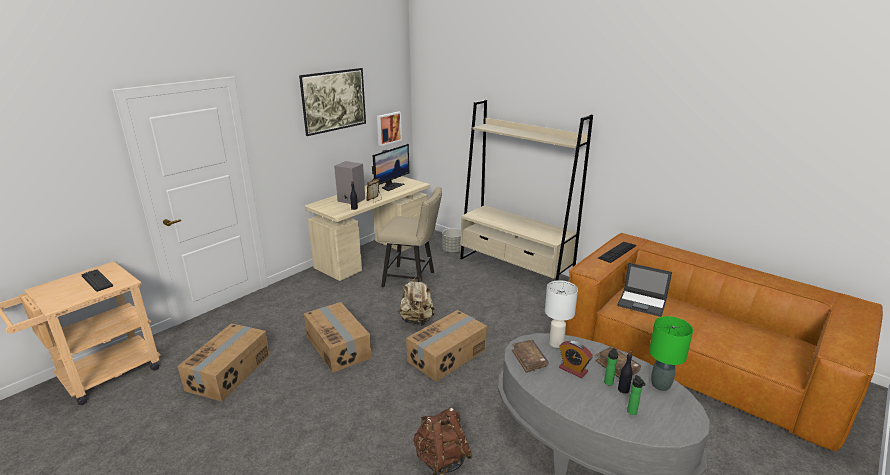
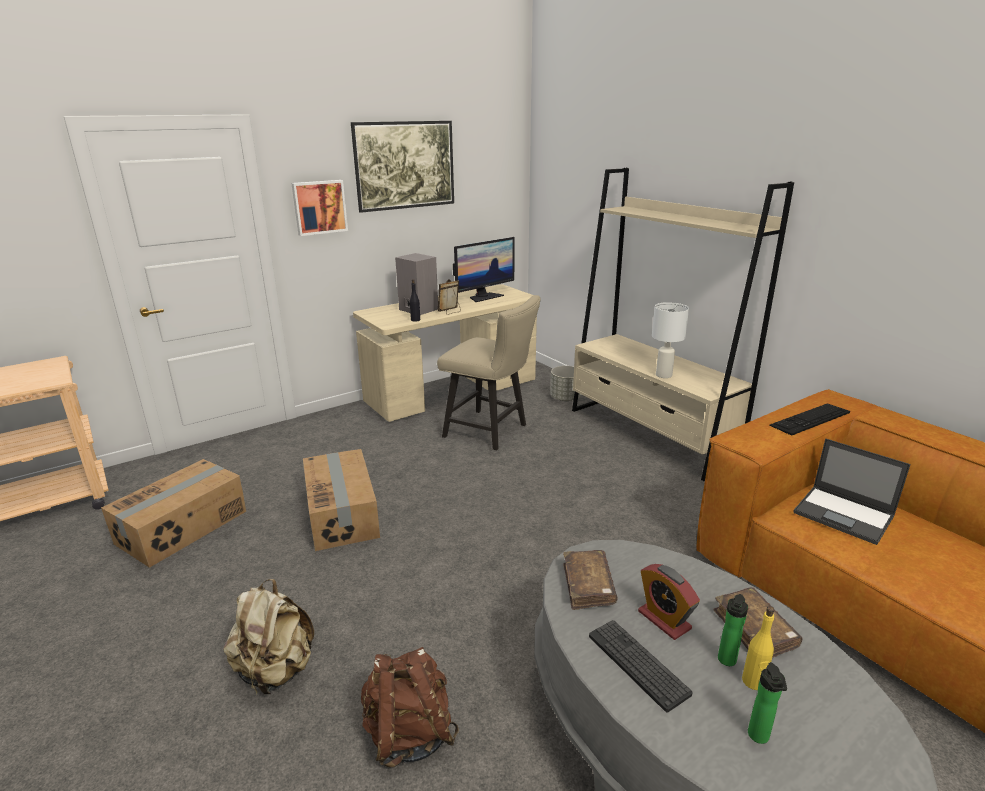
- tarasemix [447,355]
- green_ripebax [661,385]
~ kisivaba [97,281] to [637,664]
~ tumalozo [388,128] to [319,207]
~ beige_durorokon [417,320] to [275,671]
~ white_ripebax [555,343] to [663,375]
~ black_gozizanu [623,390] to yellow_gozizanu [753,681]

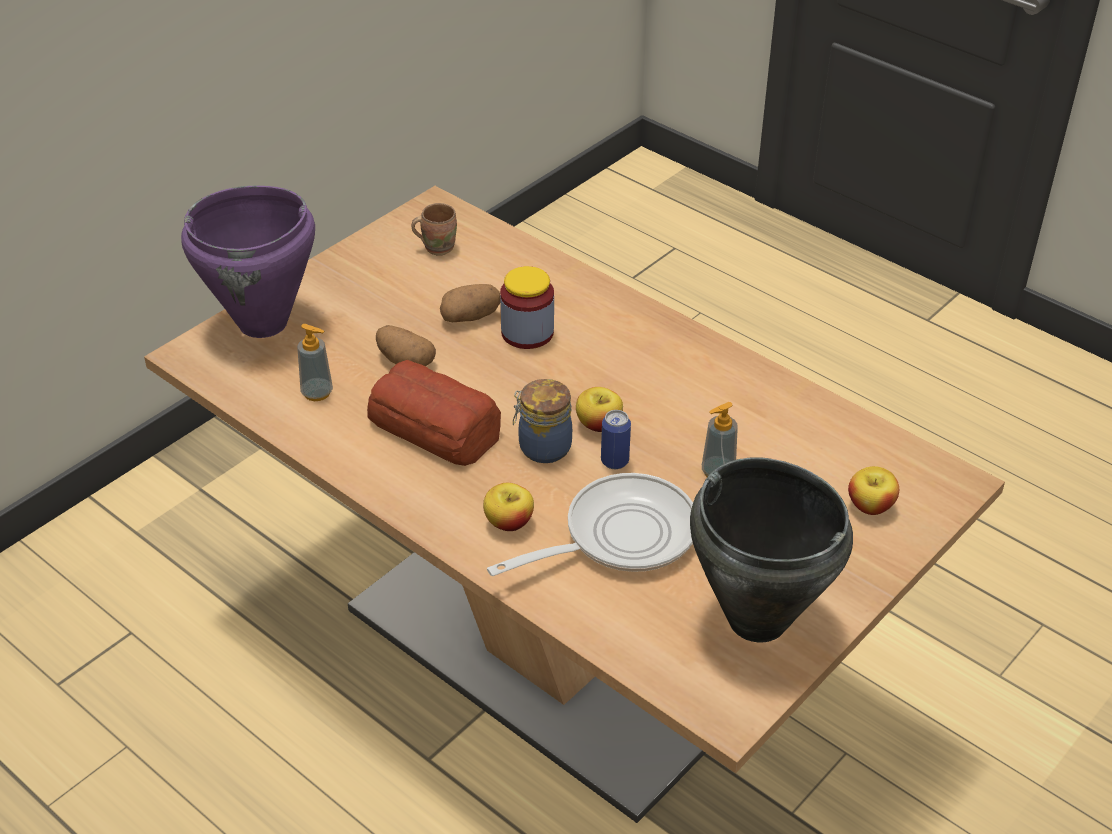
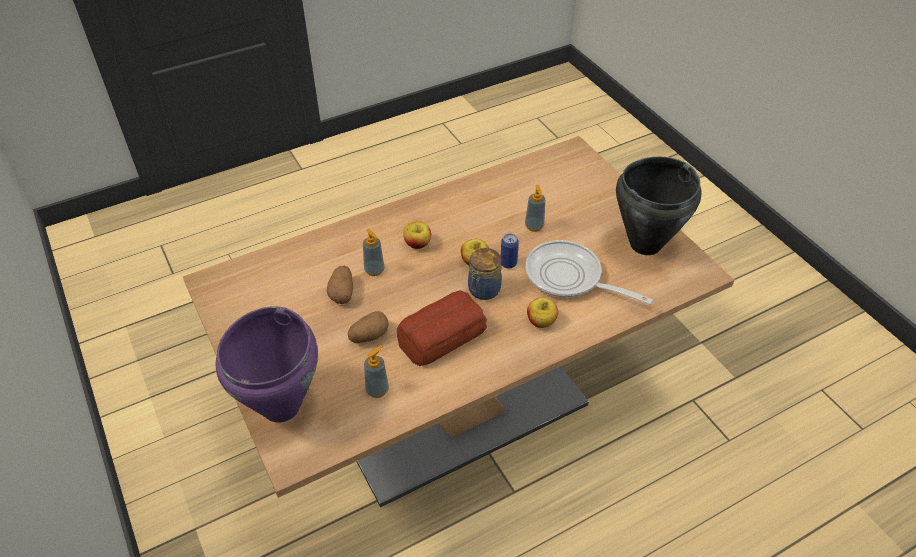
- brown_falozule [437,246]
~ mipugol [870,506] to [417,244]
~ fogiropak [527,333] to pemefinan [374,270]
~ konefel [619,536] = [569,278] 45 degrees counterclockwise

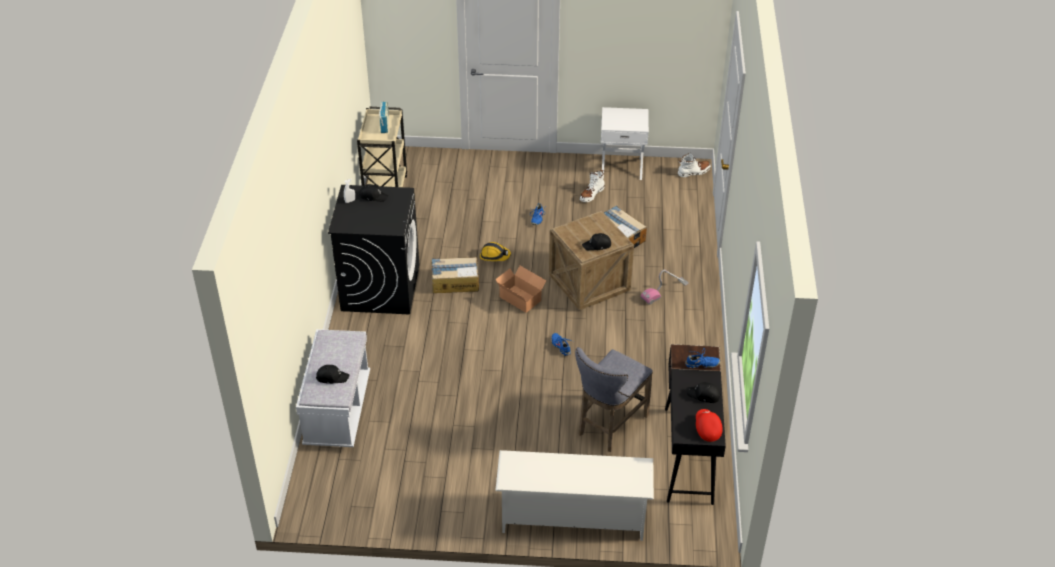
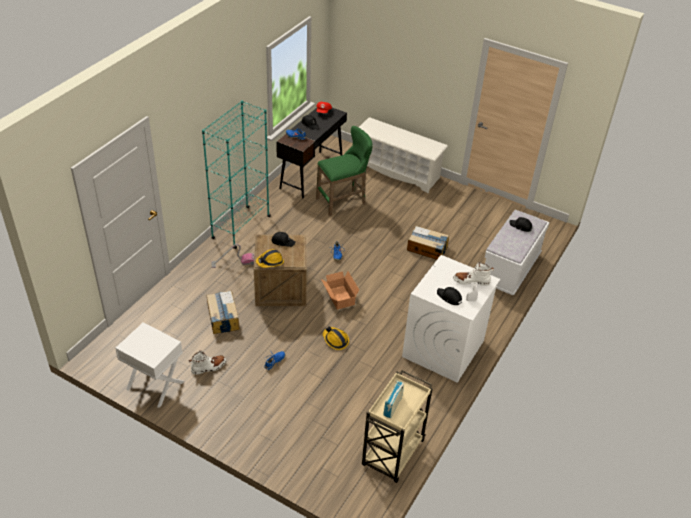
+ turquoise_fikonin [241,227]
+ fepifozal [270,262]
~ tarasemix [454,282] to [427,248]
~ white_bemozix [694,172] to [471,281]
~ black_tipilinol [380,287] to white_tipilinol [443,349]
~ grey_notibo [609,426] to green_notibo [344,201]

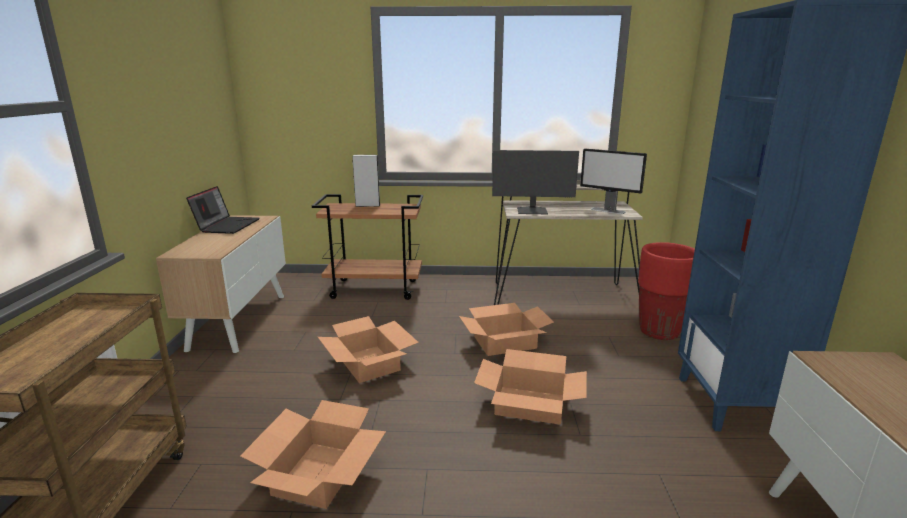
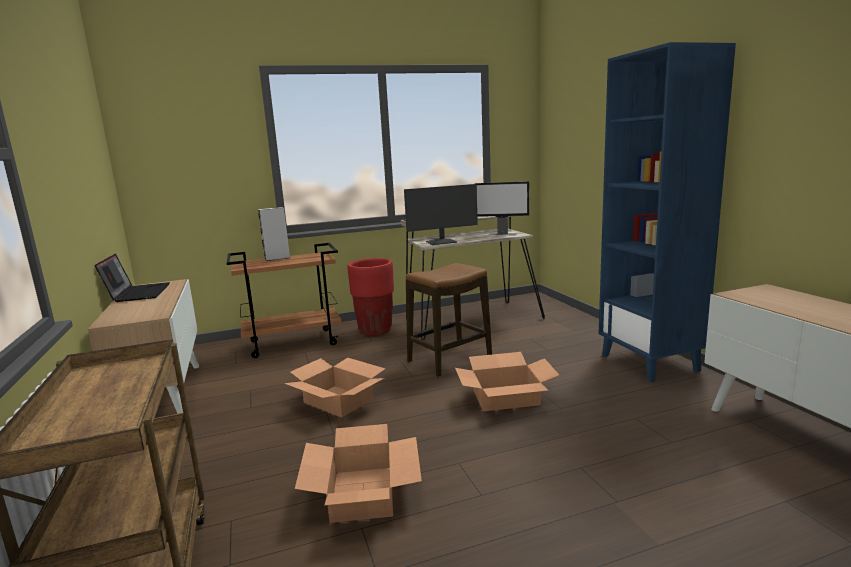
~ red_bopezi [659,331] to [375,331]
~ tarasemix [504,342] to notibo [449,359]

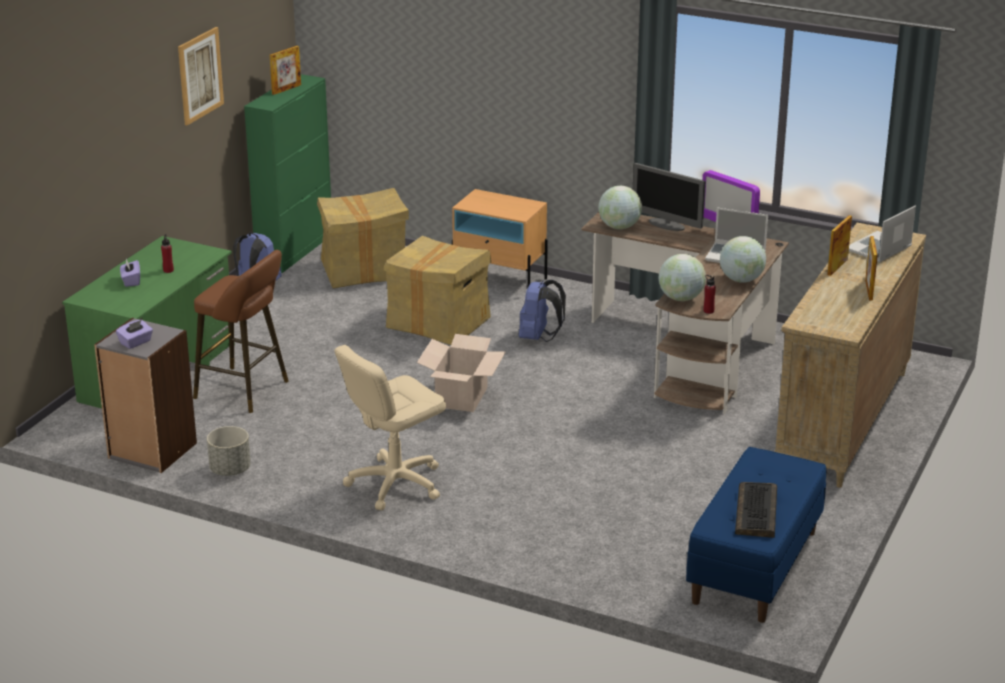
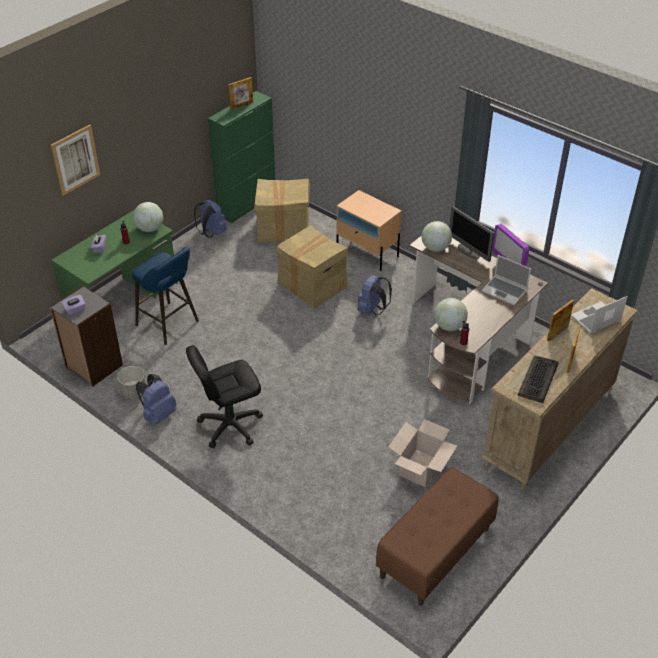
+ blue_durorokon [158,414]
~ tumalozo [200,75] to [75,159]
~ tarasemix [461,397] to [420,468]
~ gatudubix [741,280] to [149,228]
~ kisivaba [757,512] to [538,380]
~ brown_notibo [246,391] to blue_notibo [170,324]
~ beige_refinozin [395,483] to black_refinozin [230,425]
~ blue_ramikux [755,567] to brown_ramikux [435,553]

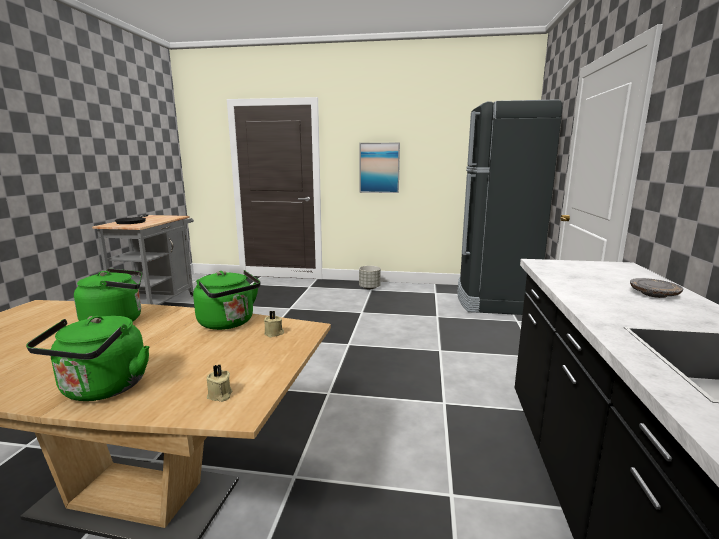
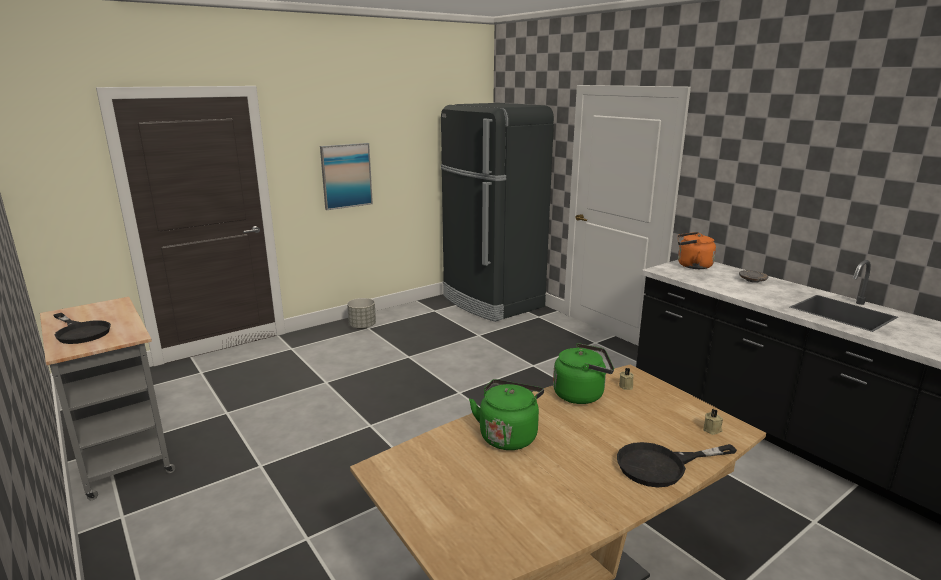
+ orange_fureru [692,266]
~ green_fureru [102,389] to black_konefel [662,465]

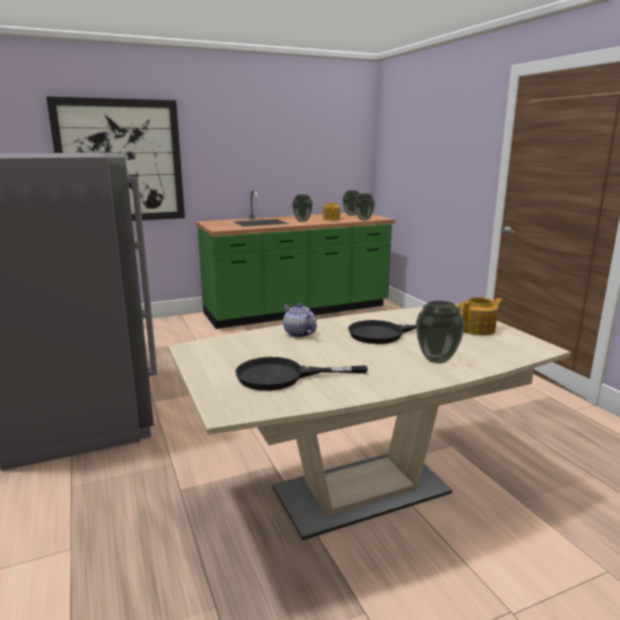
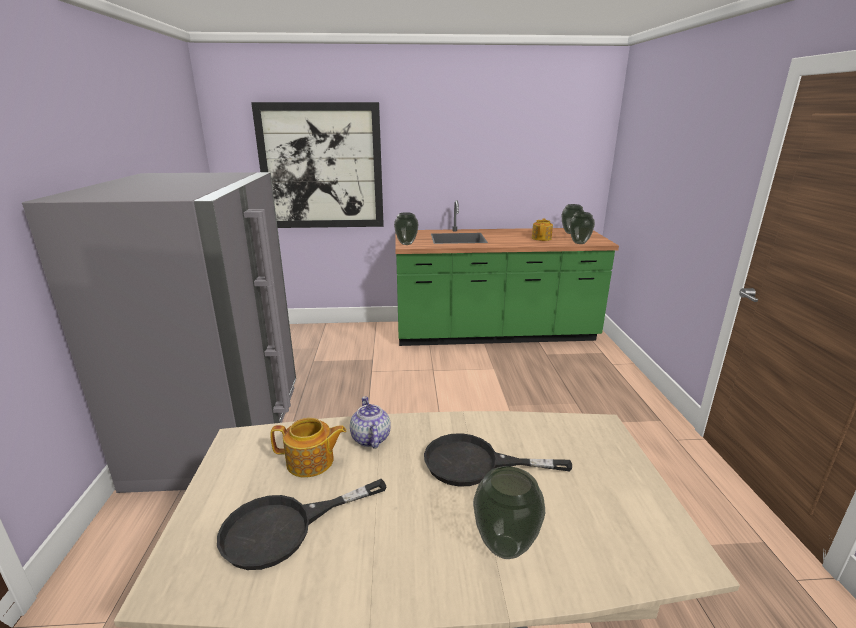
~ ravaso [302,221] to [406,243]
~ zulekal [478,329] to [311,462]
~ black_konefel [283,376] = [284,528] 45 degrees counterclockwise

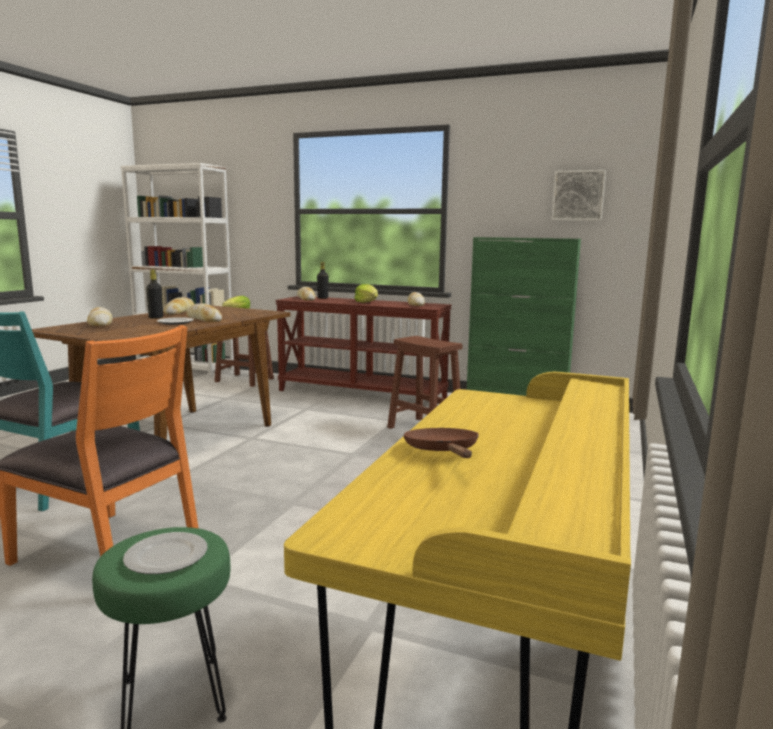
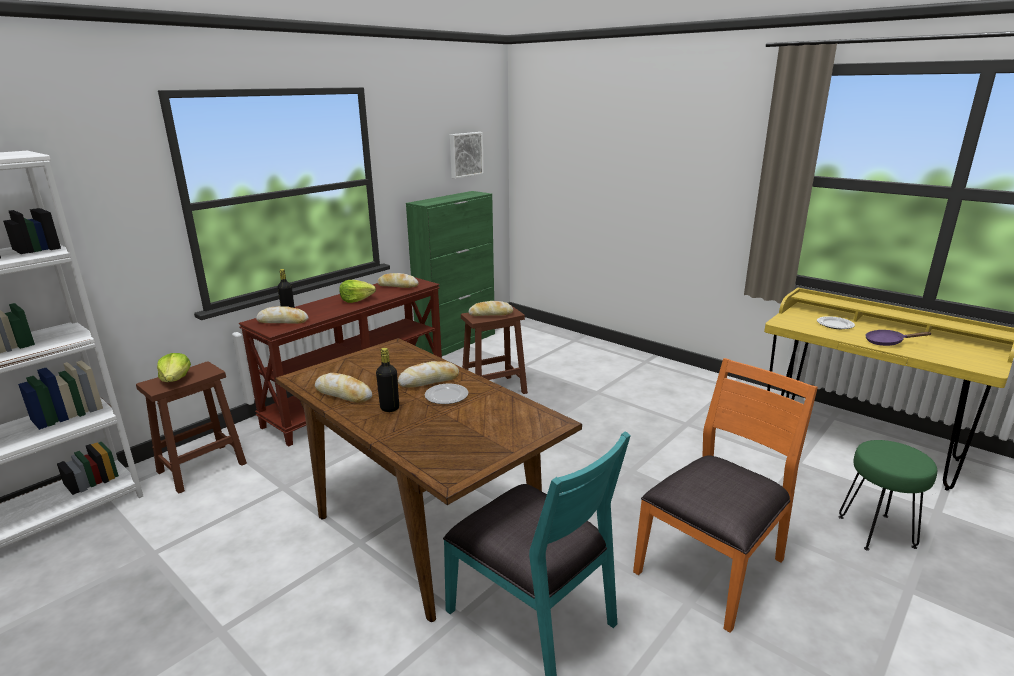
~ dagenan [101,324] to [490,314]
~ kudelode [165,557] to [835,325]
~ brown_konefel [443,452] to purple_konefel [887,342]

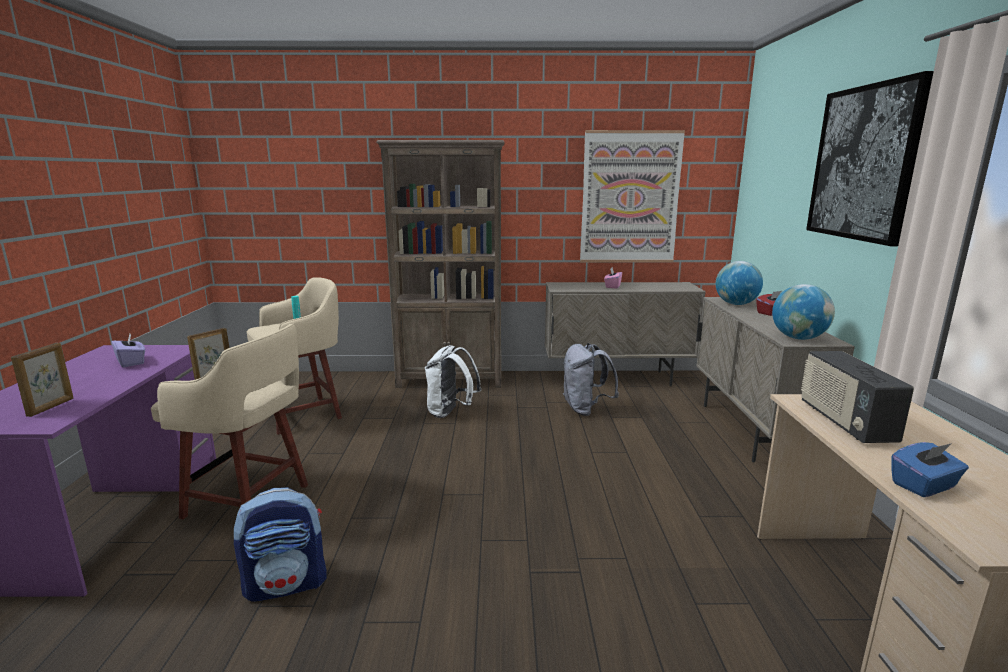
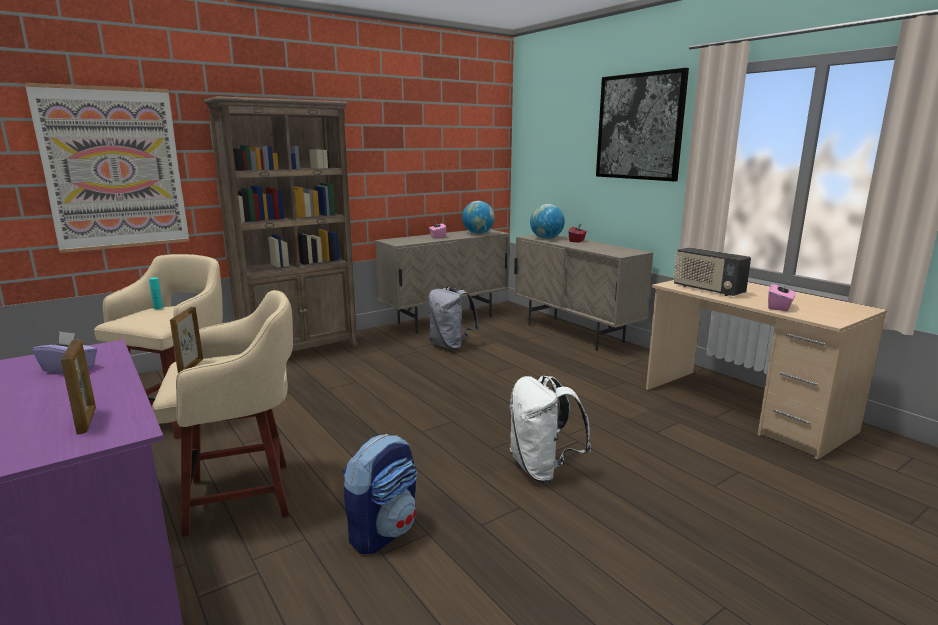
~ white_durorokon [451,412] to [543,469]
~ tumalozo [630,198] to [114,169]
~ gatudubix [798,338] to [478,233]
~ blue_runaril [924,486] to pink_runaril [779,307]

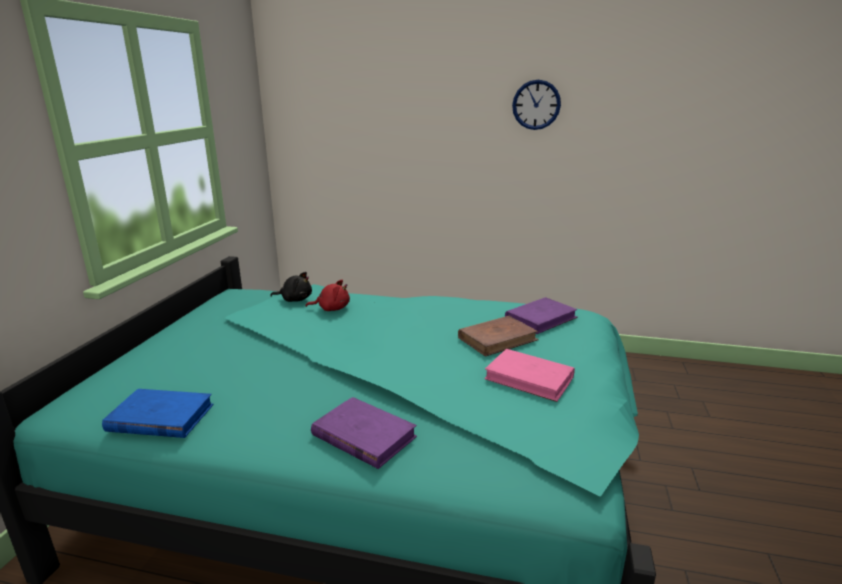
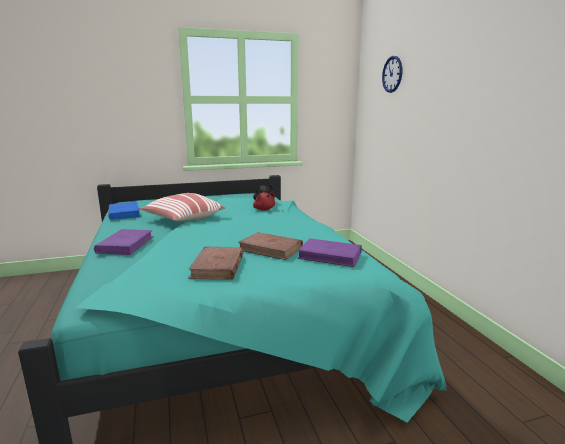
+ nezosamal [183,219]
~ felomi [536,105] to [392,74]
~ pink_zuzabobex [529,378] to brown_zuzabobex [218,266]

